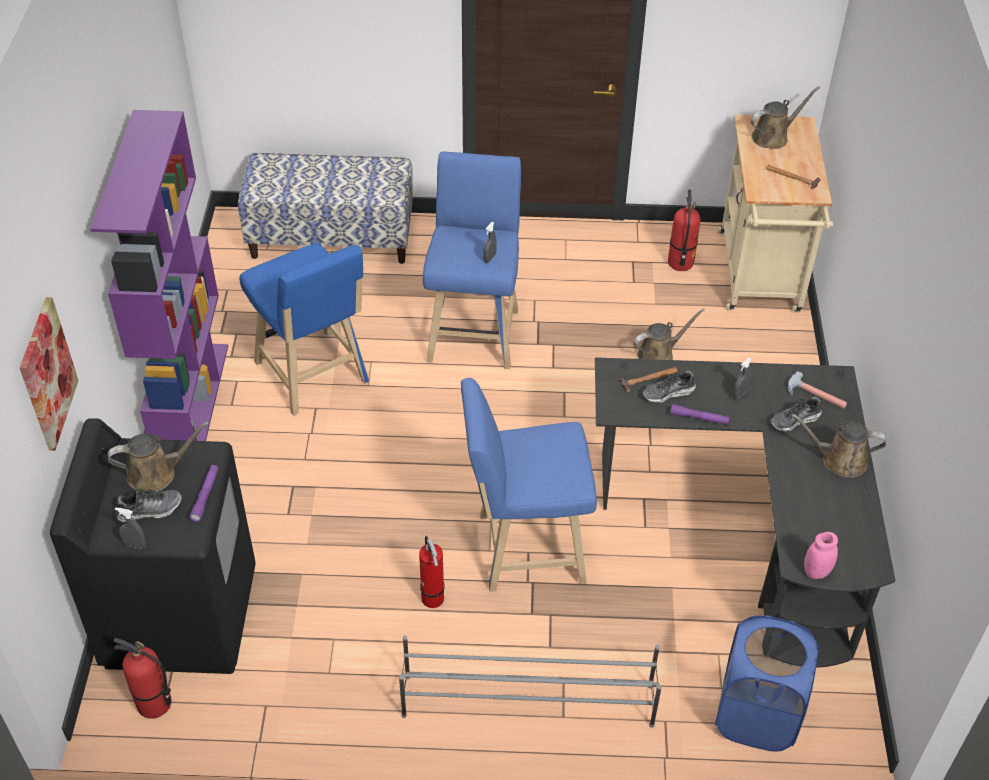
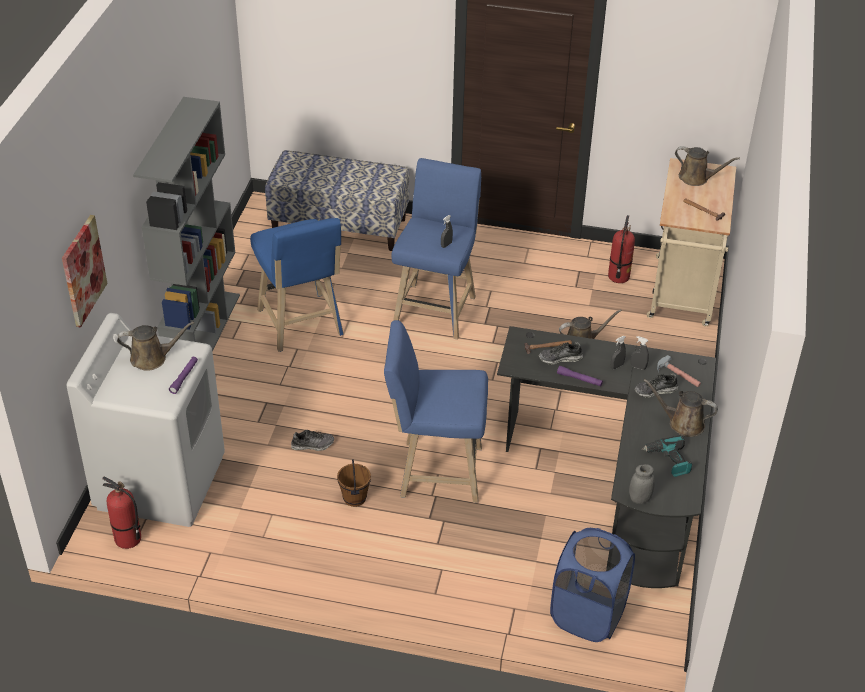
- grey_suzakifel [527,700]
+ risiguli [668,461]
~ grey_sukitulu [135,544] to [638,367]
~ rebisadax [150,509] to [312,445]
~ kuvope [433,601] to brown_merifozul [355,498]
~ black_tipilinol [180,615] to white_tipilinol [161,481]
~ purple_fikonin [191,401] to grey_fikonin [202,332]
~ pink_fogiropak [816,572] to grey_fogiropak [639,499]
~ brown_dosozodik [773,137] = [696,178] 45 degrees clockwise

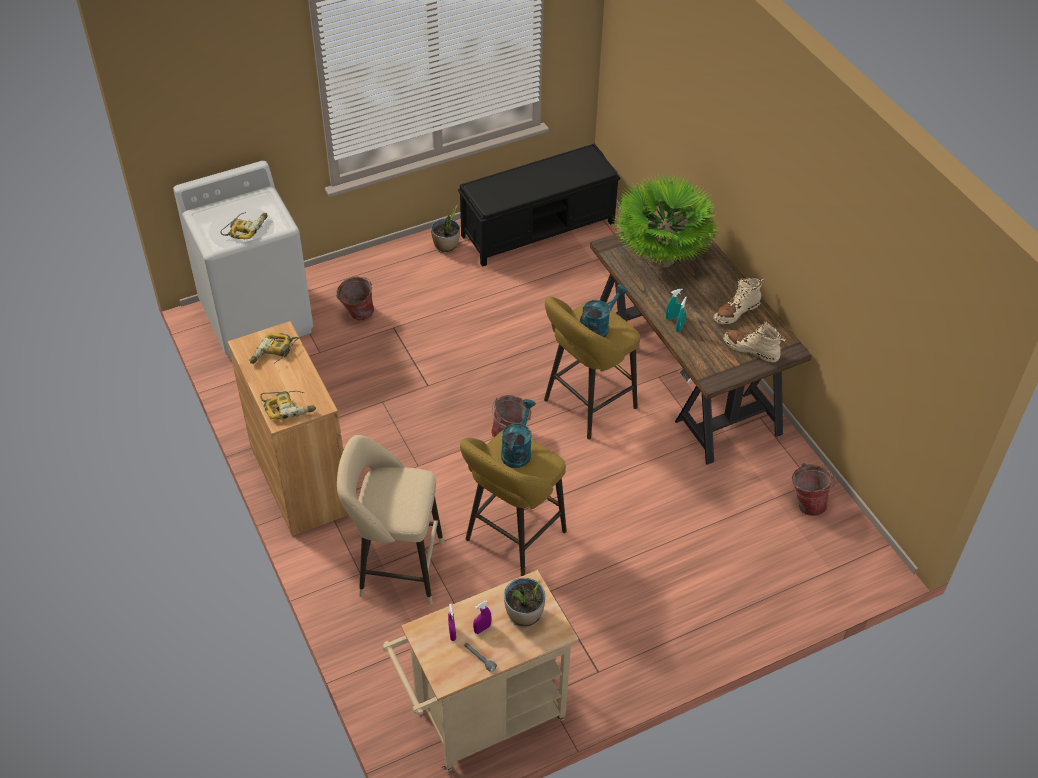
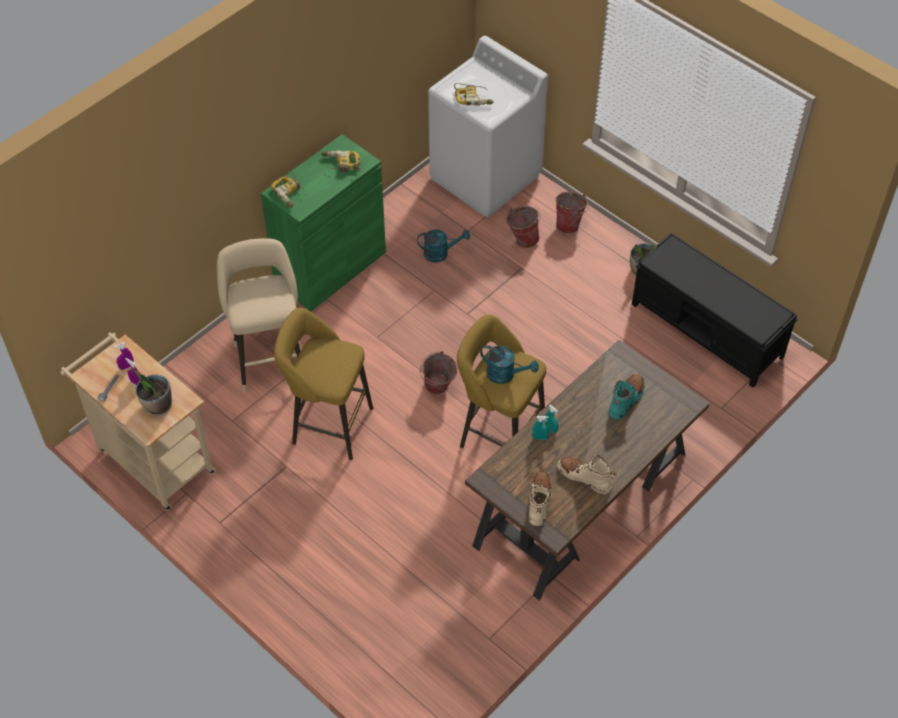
~ turquoise_dosozodik [517,450] to [440,253]
~ merifozul [807,503] to [570,224]
~ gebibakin [661,258] to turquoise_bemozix [626,400]
~ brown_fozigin [300,479] to green_fozigin [330,268]

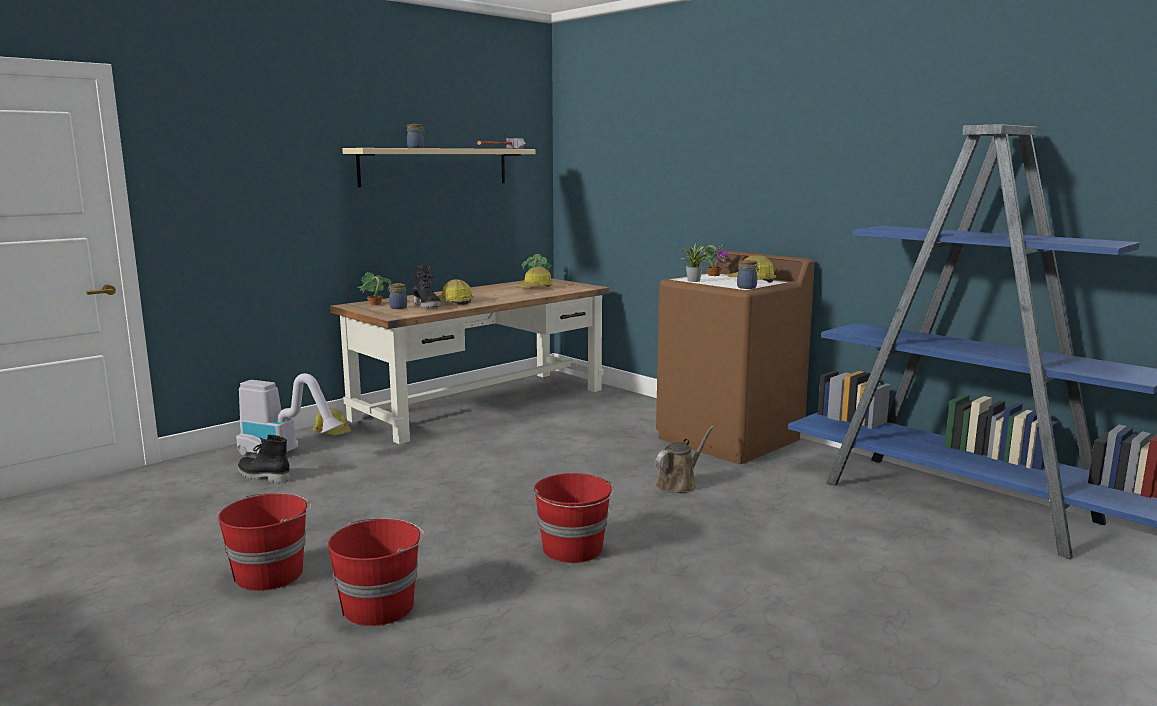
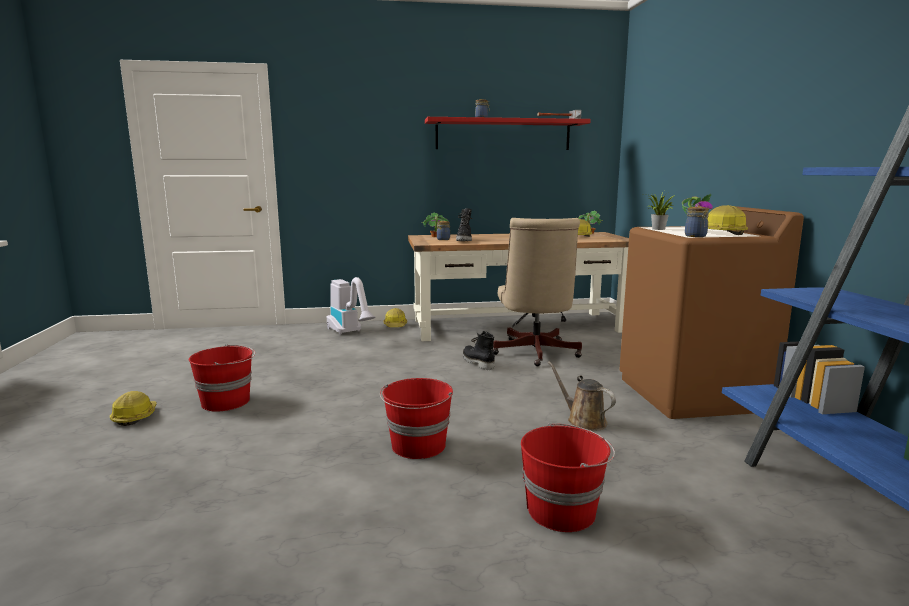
+ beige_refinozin [535,354]
~ black_bemozix [263,477] to [477,363]
~ red_merifozul [380,606] to [563,511]
~ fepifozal [455,302] to [134,416]
~ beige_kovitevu [435,167] to red_kovitevu [503,135]
~ brown_dosozodik [679,484] = [583,421] 120 degrees counterclockwise

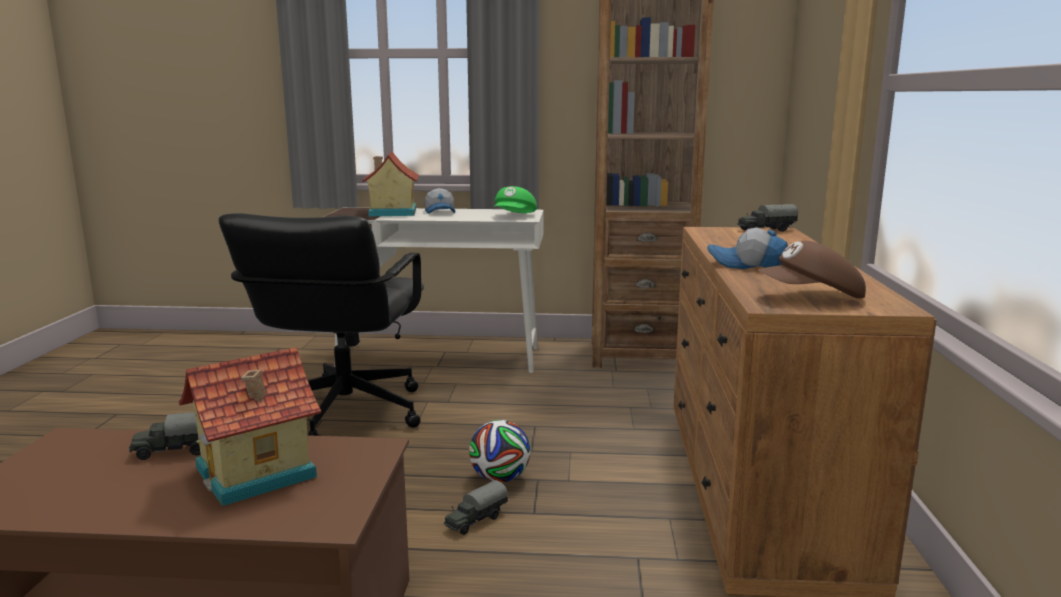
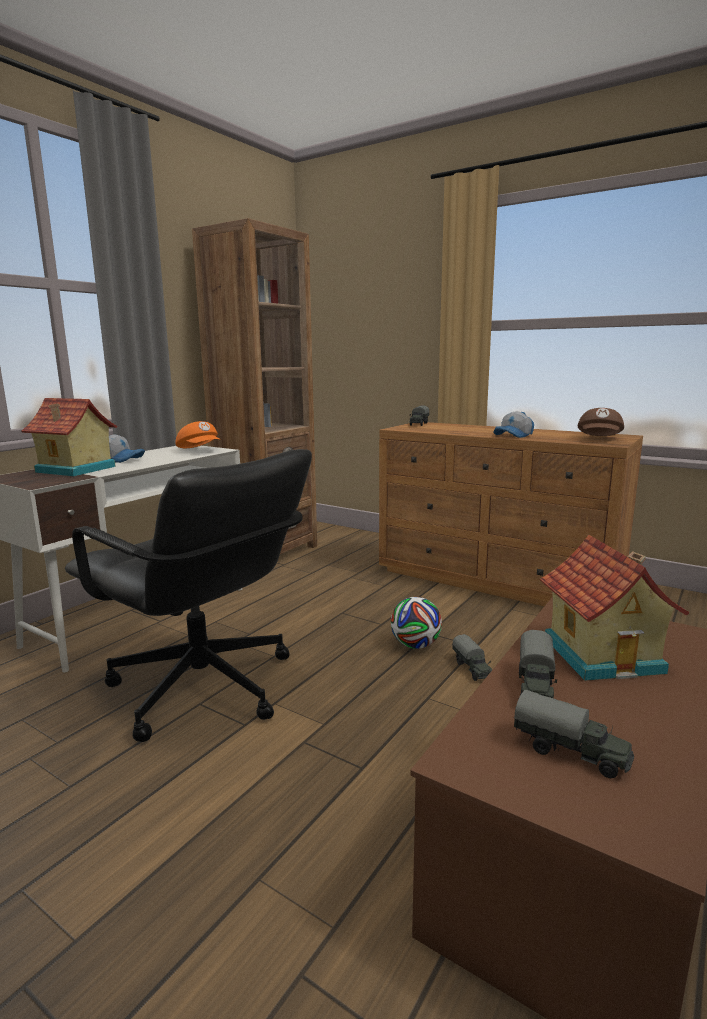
+ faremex [571,753]
~ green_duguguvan [515,216] to orange_duguguvan [200,450]

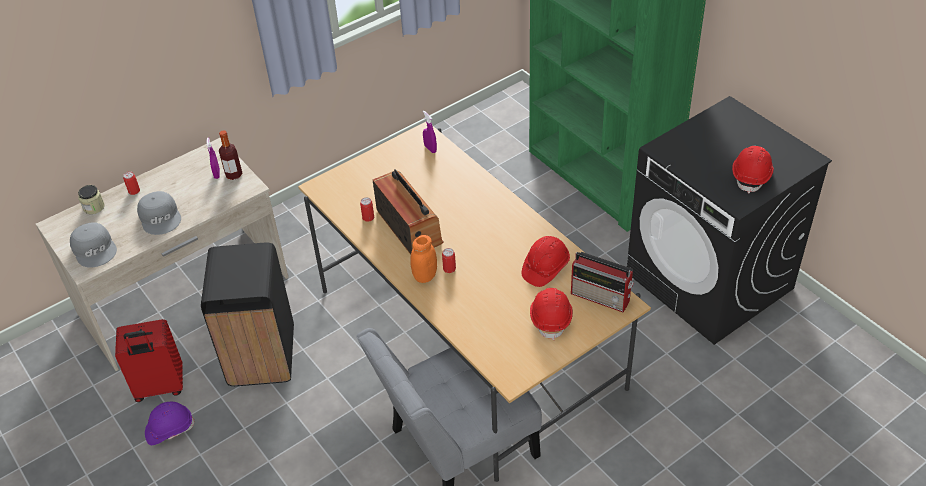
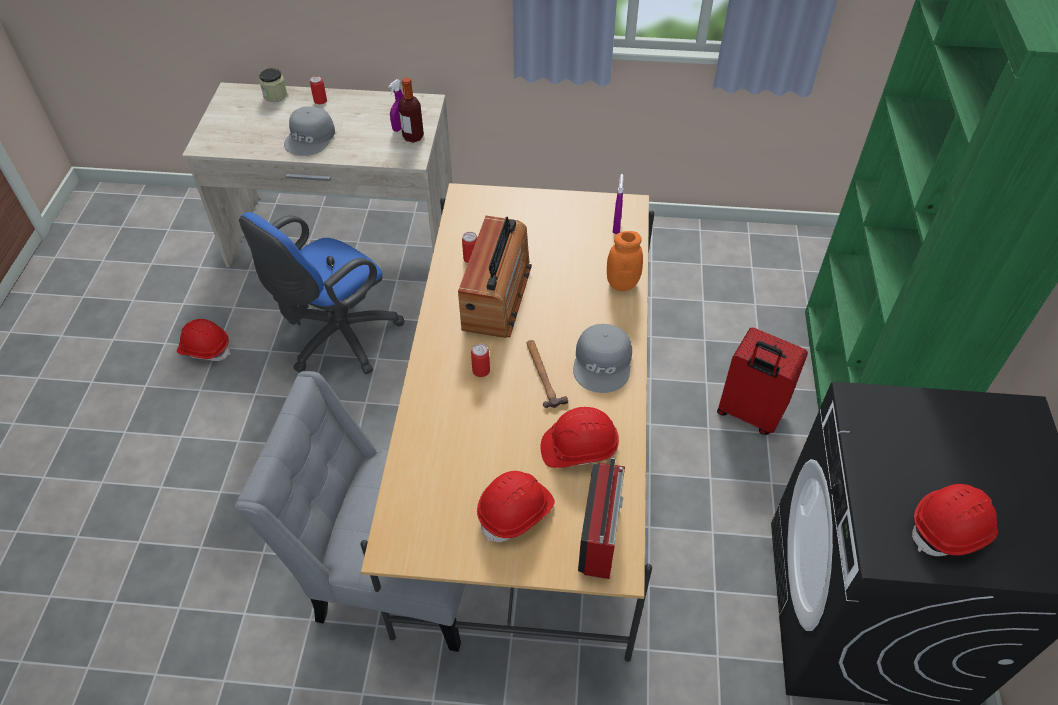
+ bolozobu [543,375]
~ grey_duguguvan [95,249] to [603,363]
~ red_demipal [160,387] to [749,414]
~ orange_fogiropak [425,276] to [622,283]
~ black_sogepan [261,357] to blue_refinozin [337,339]
~ purple_fepifozal [169,429] to red_fepifozal [205,348]
~ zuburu [601,297] = [600,534] 150 degrees counterclockwise

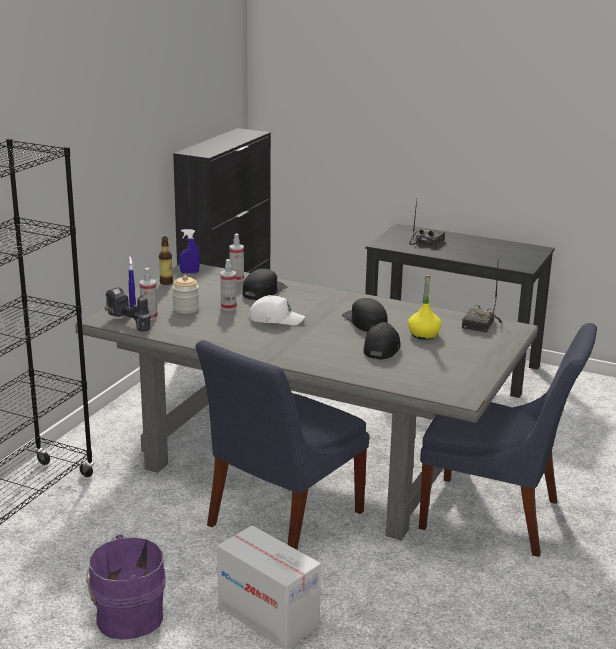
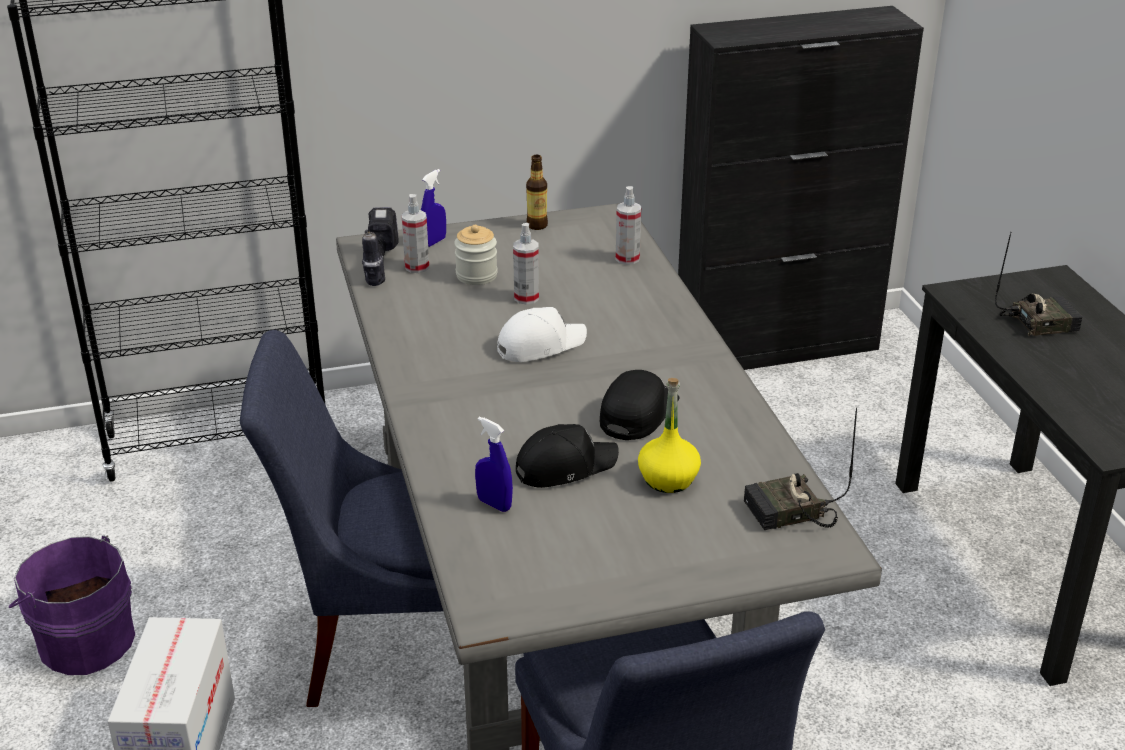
- black_duguguvan [263,291]
~ blue_sukitulu [189,273] to [494,504]
~ white_duguguvan [275,319] = [540,345] 90 degrees counterclockwise

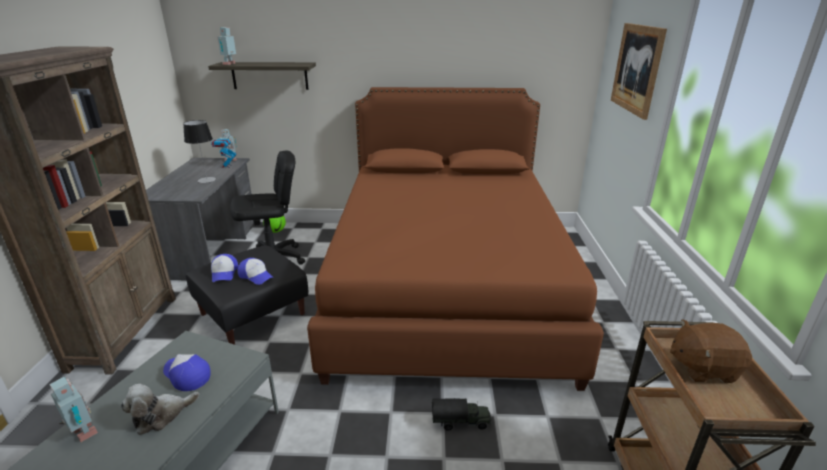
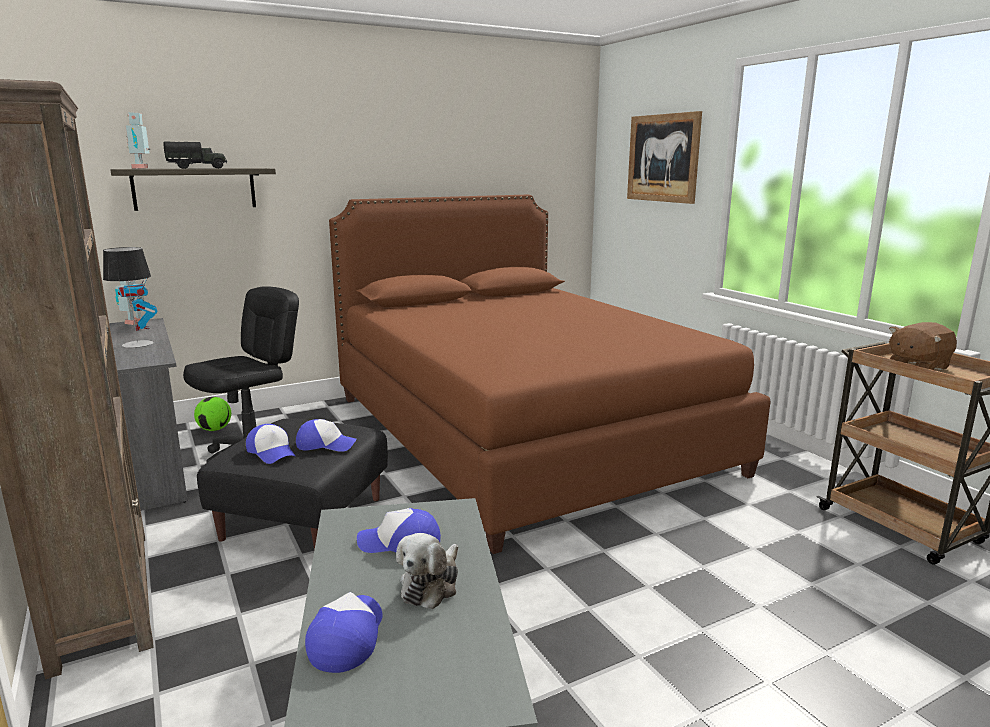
~ faremex [461,422] to [197,168]
~ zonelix [83,434] to duguguvan [347,637]

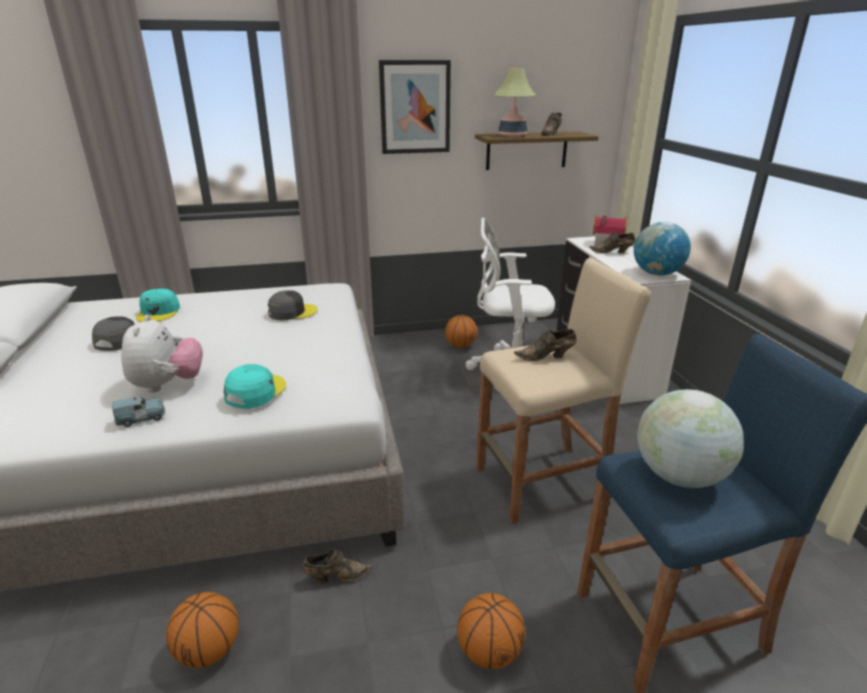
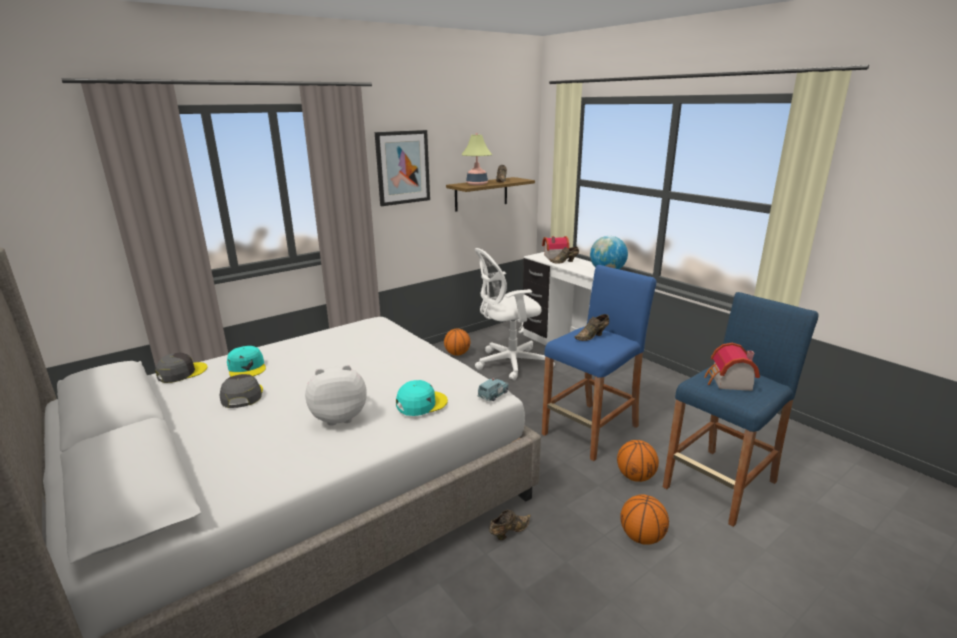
~ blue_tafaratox [142,419] to [493,395]
~ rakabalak [209,651] to [635,477]
~ grey_duguguvan [292,312] to [181,372]
~ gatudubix [679,476] to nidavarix [728,382]
~ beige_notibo [542,482] to blue_notibo [591,430]
~ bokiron [168,385] = [339,417] 75 degrees counterclockwise
~ turquoise_duguguvan [255,392] = [421,403] 60 degrees clockwise

